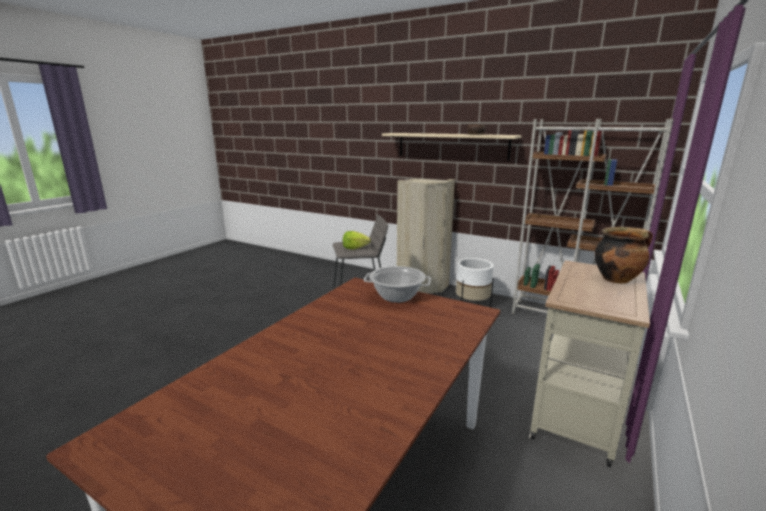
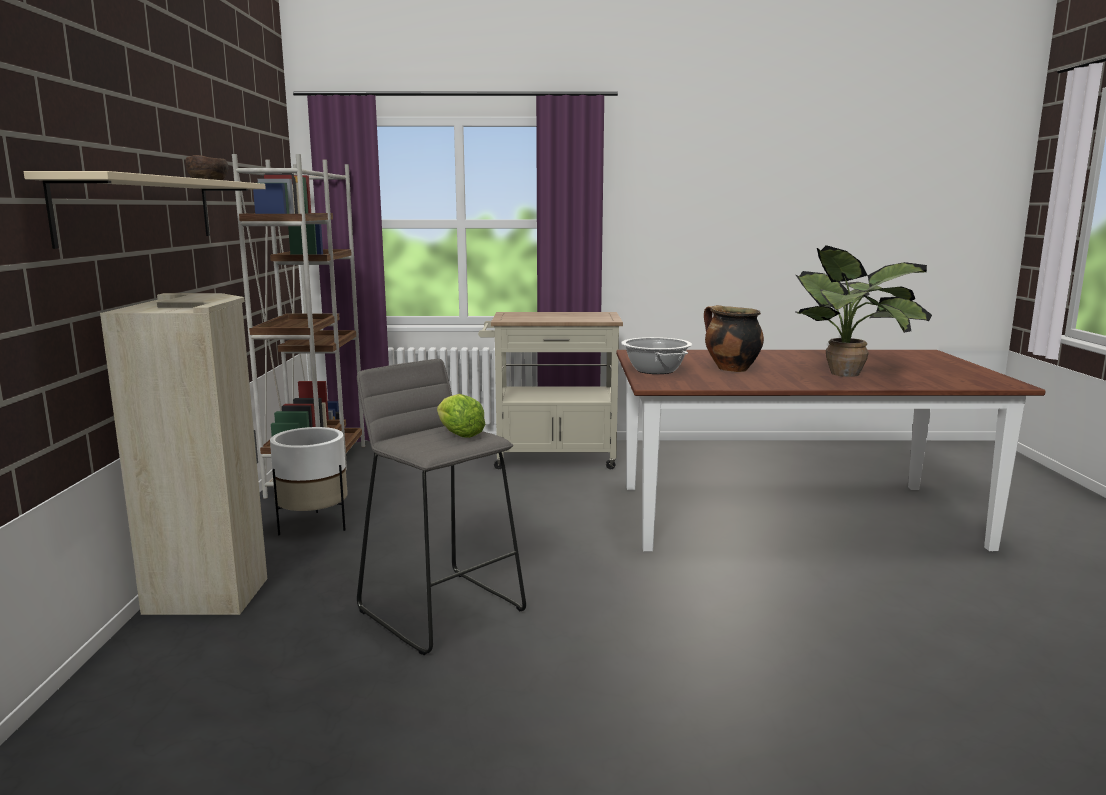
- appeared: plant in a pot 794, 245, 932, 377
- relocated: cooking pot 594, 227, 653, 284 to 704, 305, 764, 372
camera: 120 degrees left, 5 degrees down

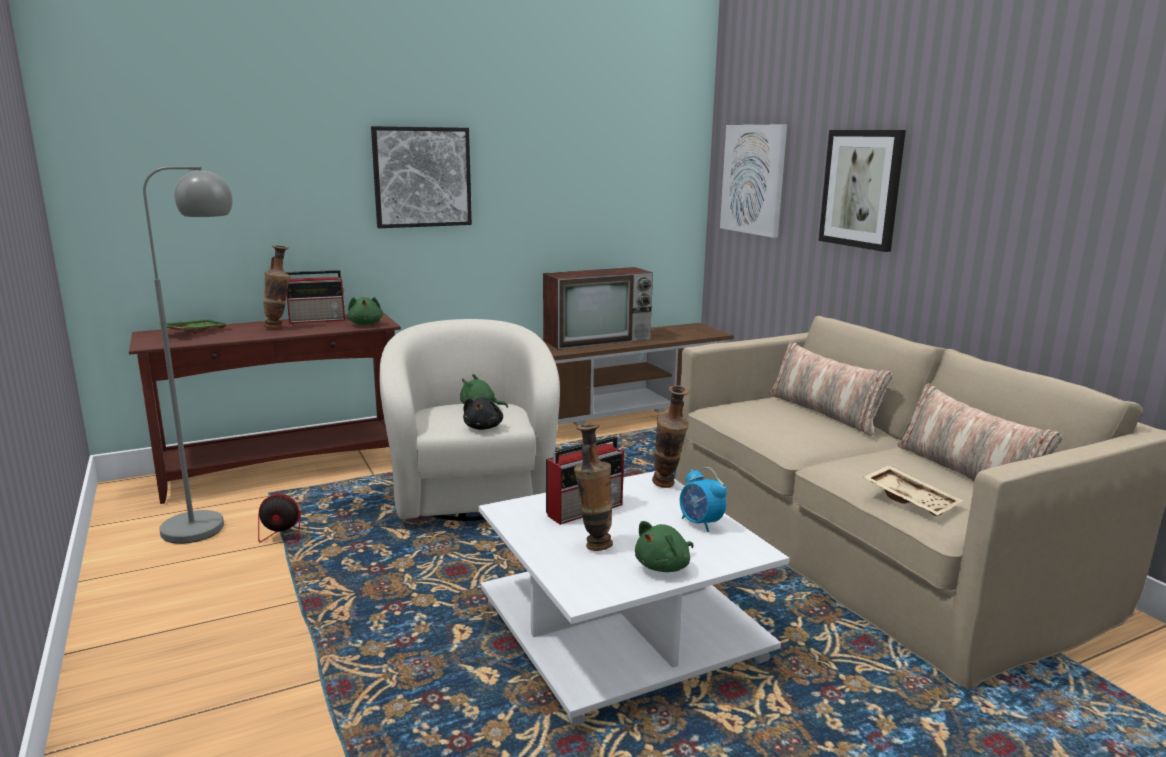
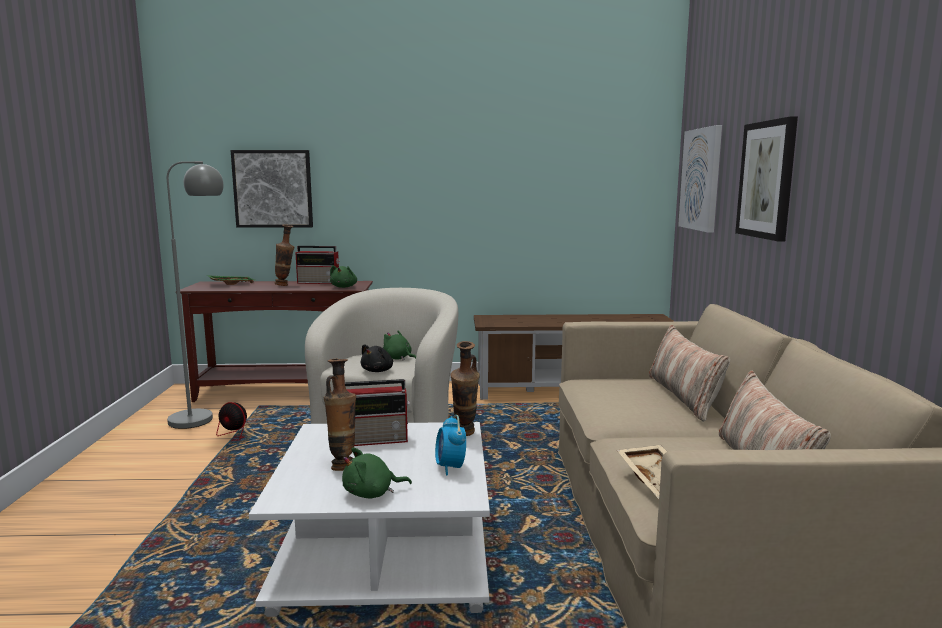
- missing: television 543, 267, 653, 349
- relocated: wall picture 371, 126, 472, 228 to 231, 150, 313, 228
camera: 25 degrees right, 5 degrees down

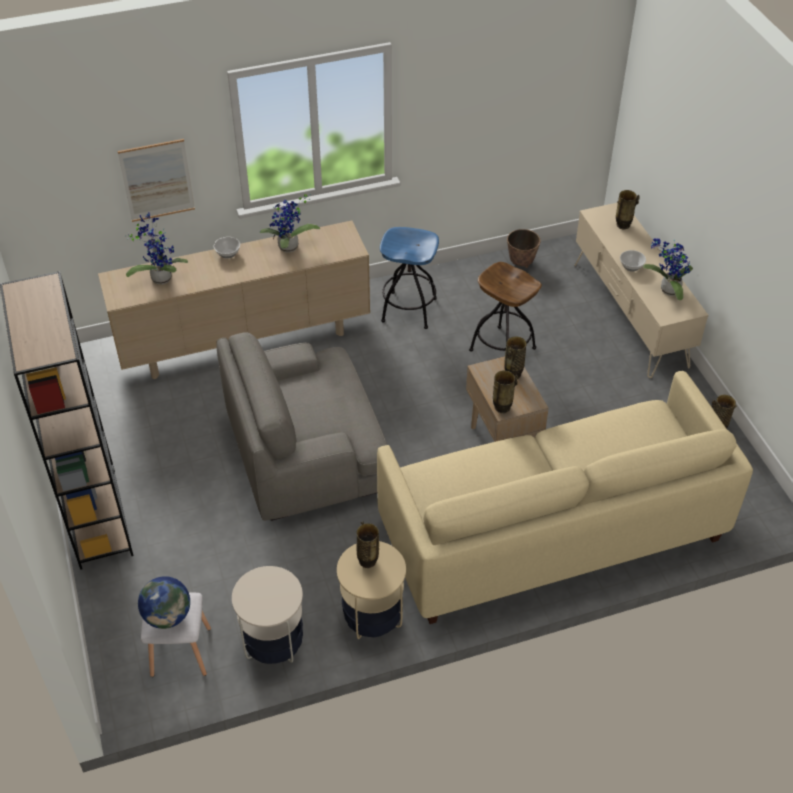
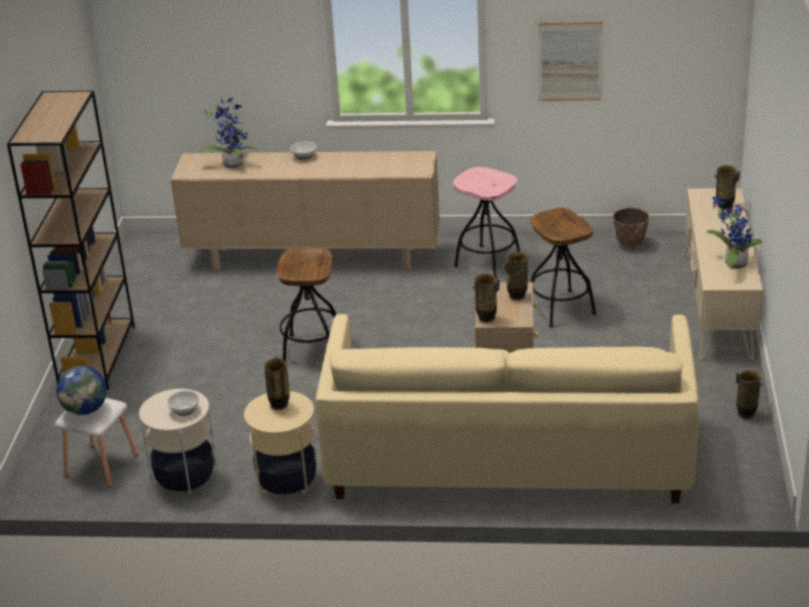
- missing: plant in a pot 259, 194, 320, 253
- relocated: wall picture 118, 139, 195, 222 to 538, 21, 603, 101
- relocated: serving bowl 620, 250, 646, 272 to 167, 391, 200, 416
- exchanged: armchair (grey) 216, 332, 387, 521 to stool (brown-coloured) 276, 248, 337, 364
- colour: stool (bluish) 380, 227, 439, 329 to stool (pink-coloured) 453, 167, 520, 279
camera: 25 degrees right, 15 degrees down

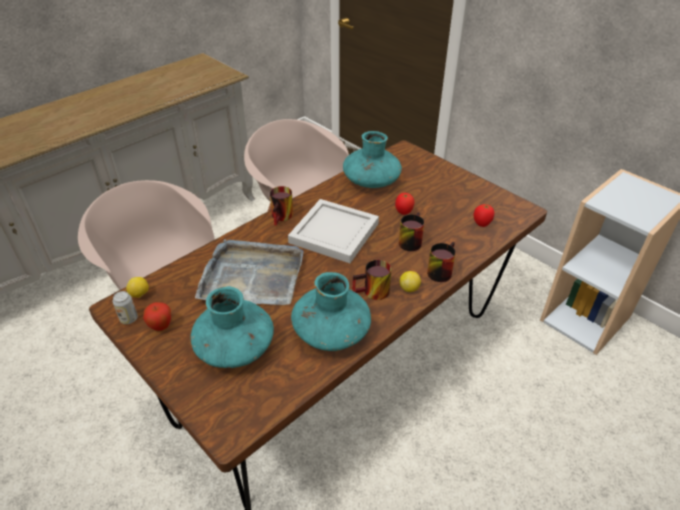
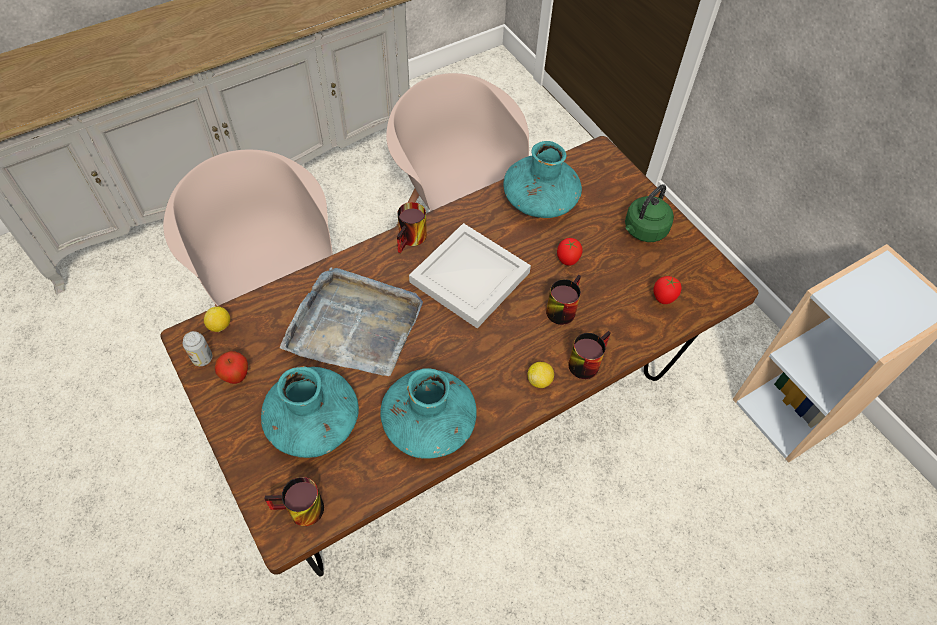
- appeared: kettle (greenish) 625, 184, 674, 242
- relocated: tea mug 352, 260, 391, 300 to 264, 477, 324, 526
camera: 10 degrees right, 15 degrees up

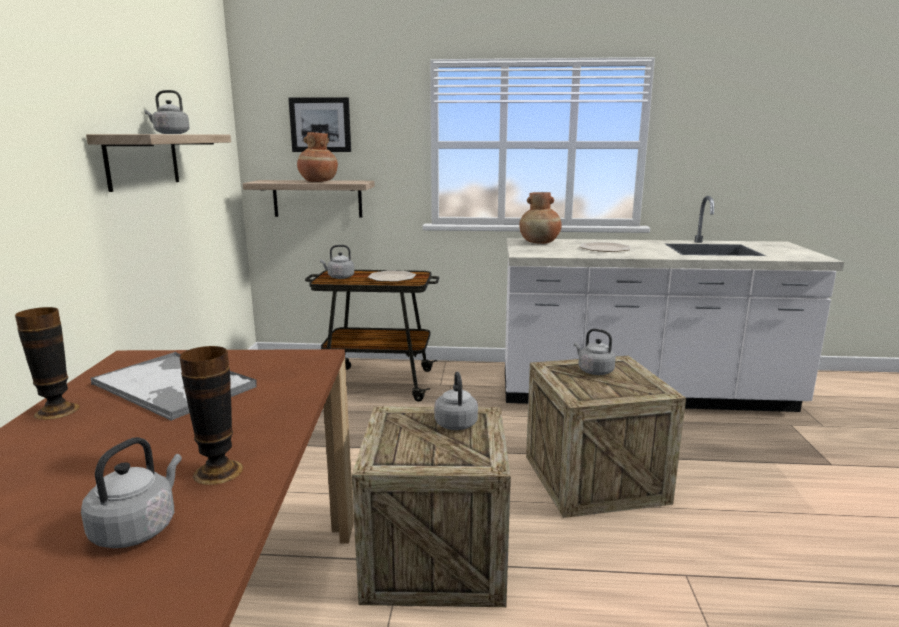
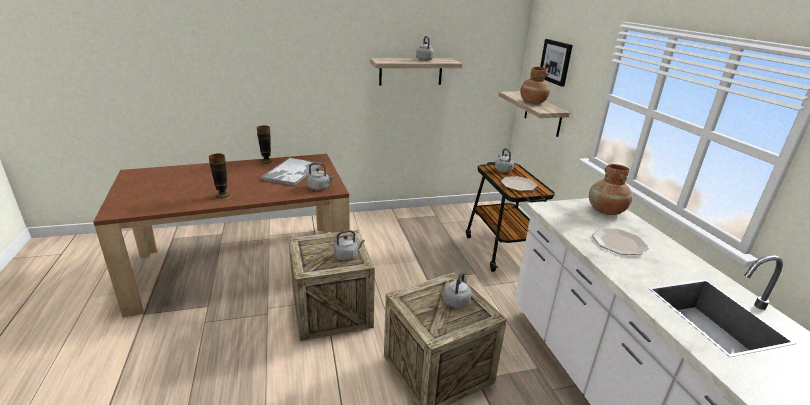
- relocated: kettle (grey) 81, 437, 182, 548 to 307, 163, 335, 190
camera: 70 degrees right, 10 degrees up

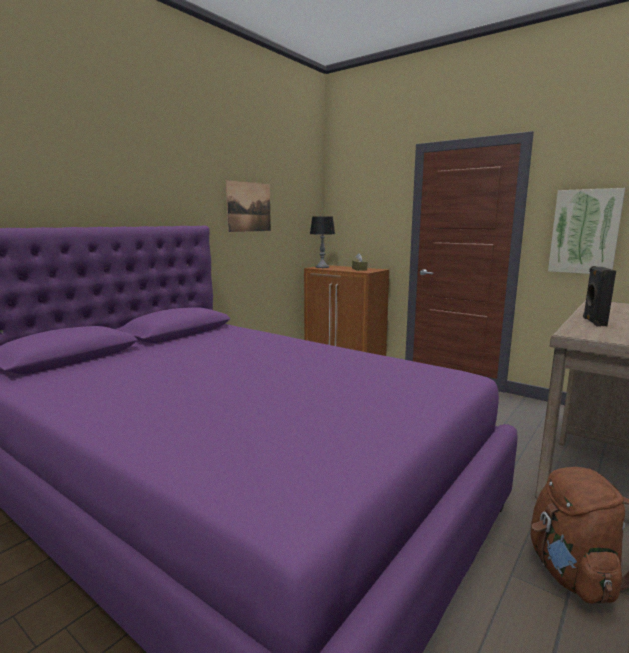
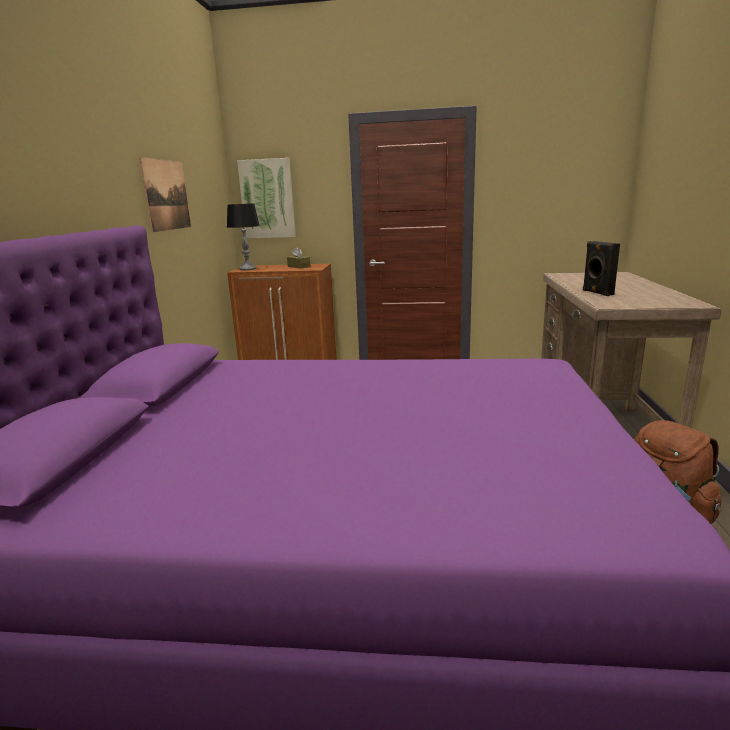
- relocated: wall picture 548, 188, 625, 274 to 237, 158, 296, 239
camera: 30 degrees left, 5 degrees up

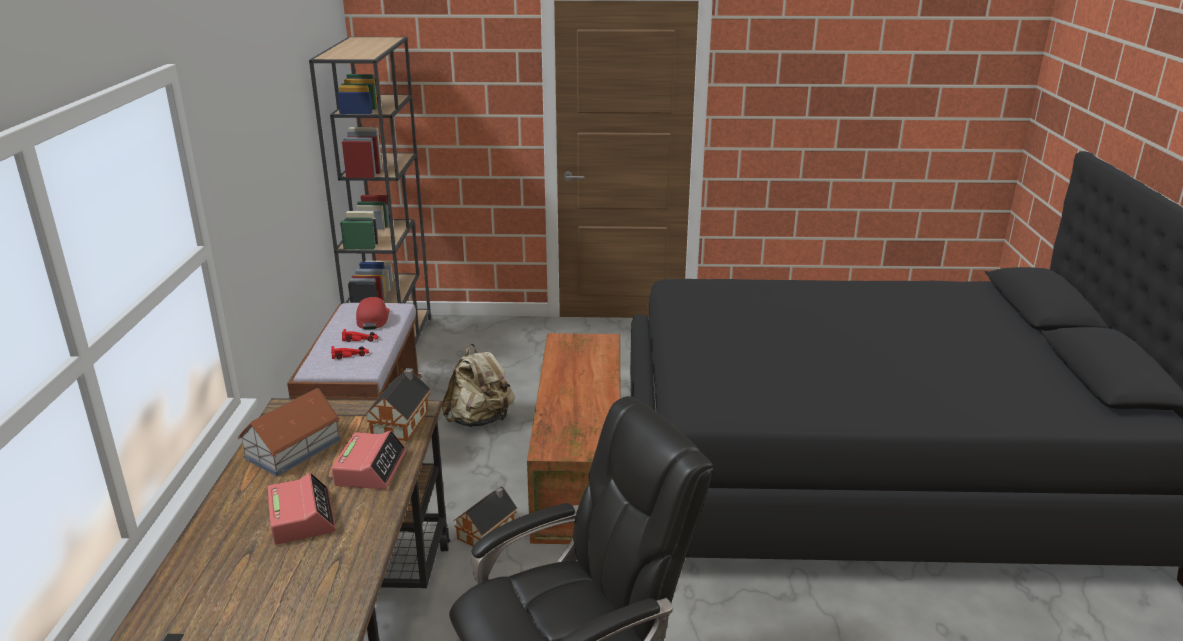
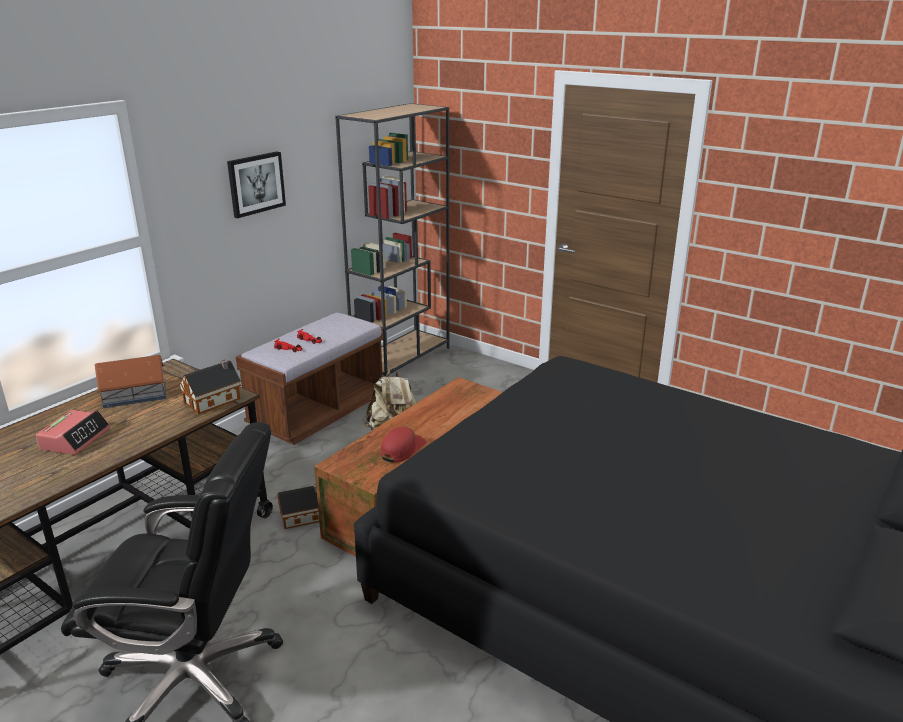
- missing: alarm clock 331, 430, 406, 489
- appeared: wall picture 227, 151, 286, 218
- relocated: baseball cap (red) 356, 297, 390, 329 to 381, 427, 426, 463
camera: 35 degrees right, 0 degrees up

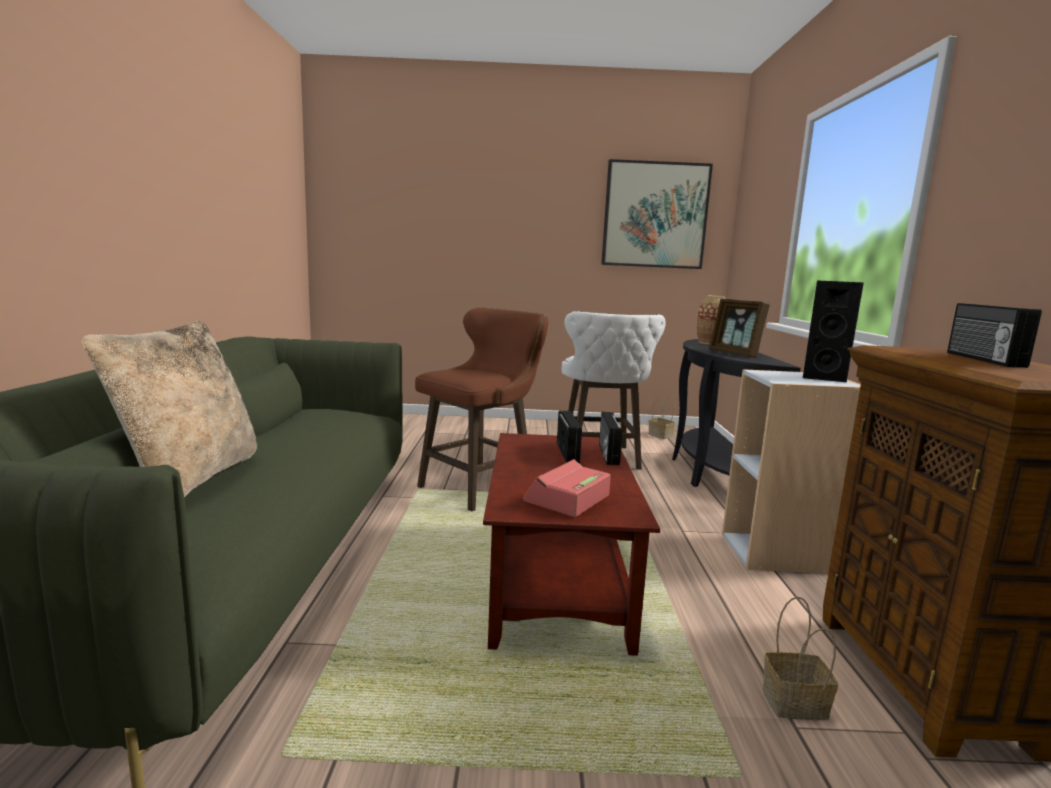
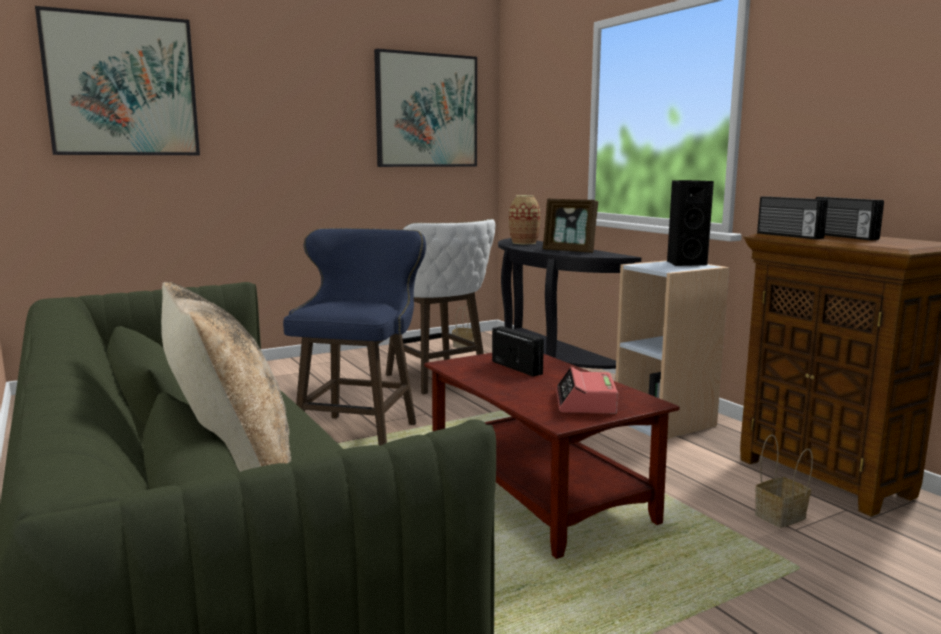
- appeared: wall picture 35, 6, 200, 155
- relocated: radio set 599, 412, 623, 465 to 757, 196, 828, 239
- colour: stool (brown-coloured) 415, 307, 548, 512 to stool (bluish) 283, 228, 426, 445
camera: 30 degrees left, 0 degrees up

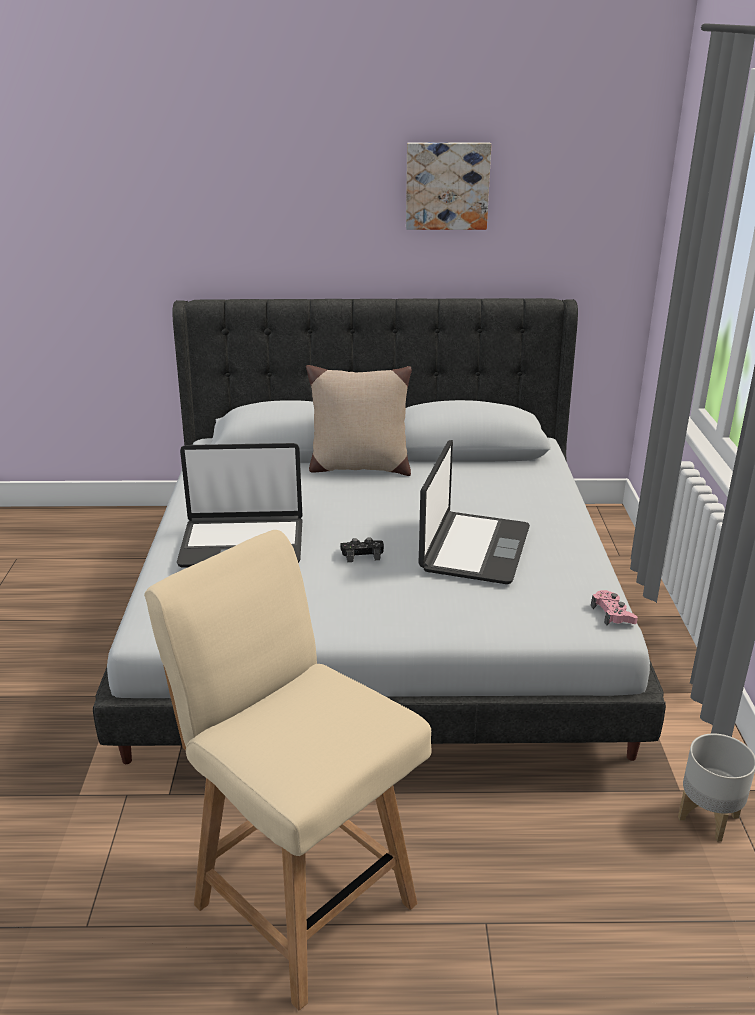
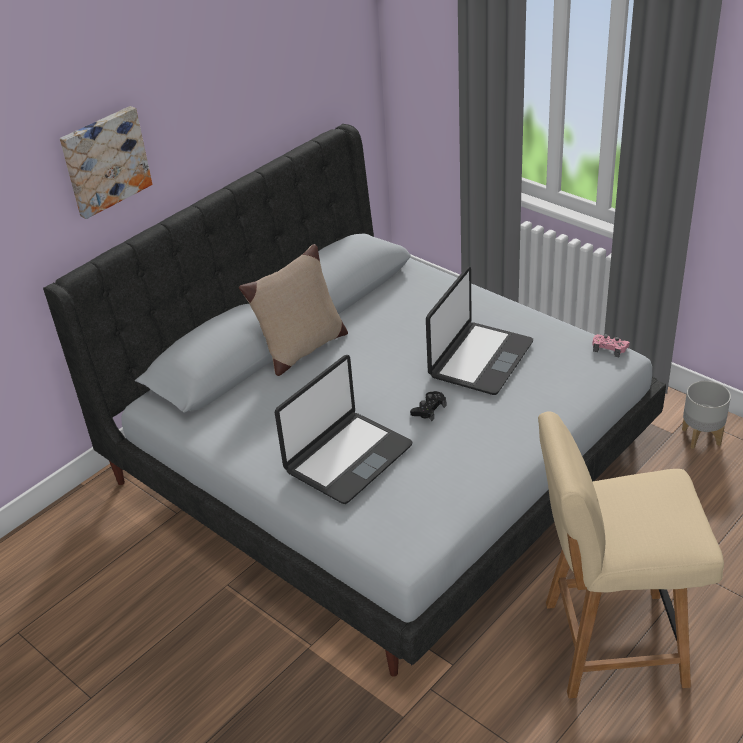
- relocated: wall picture 406, 142, 491, 230 to 60, 106, 152, 219
- spun: laptop 418, 440, 530, 584 = 426, 267, 533, 395 60 degrees clockwise
camera: 45 degrees left, 10 degrees up

